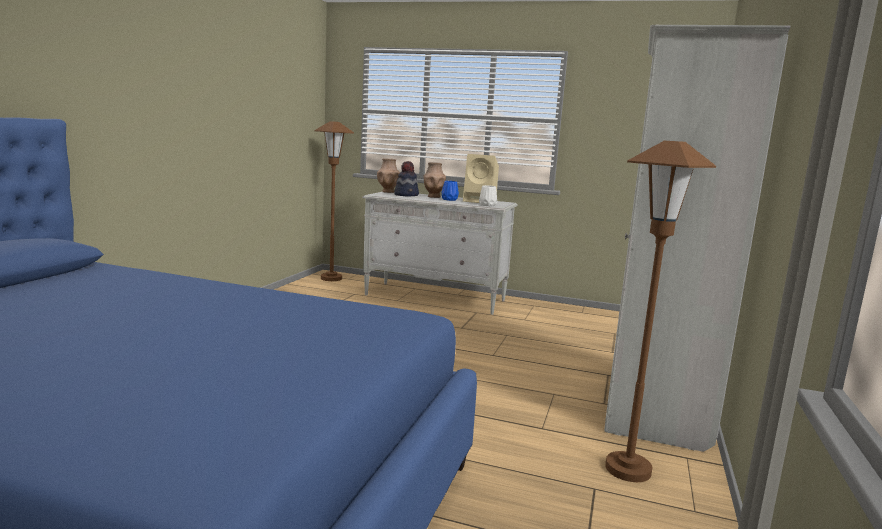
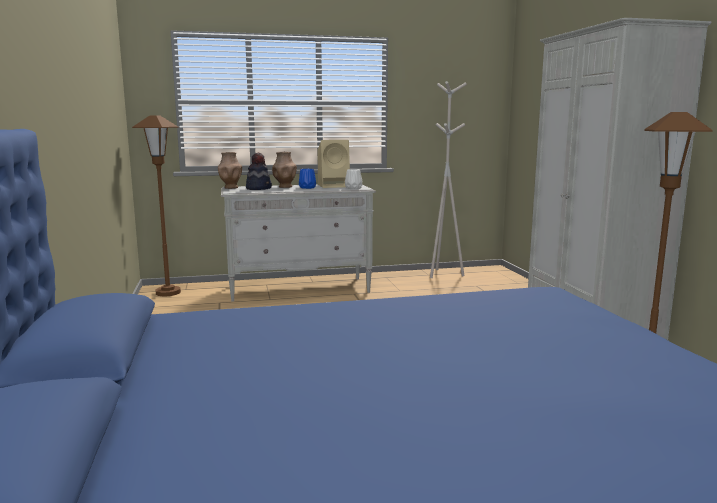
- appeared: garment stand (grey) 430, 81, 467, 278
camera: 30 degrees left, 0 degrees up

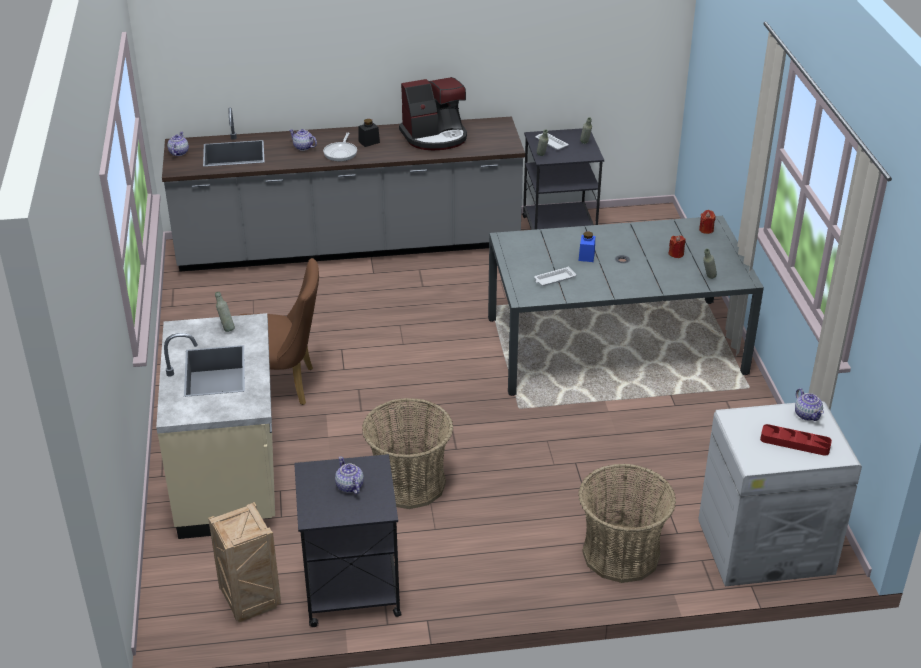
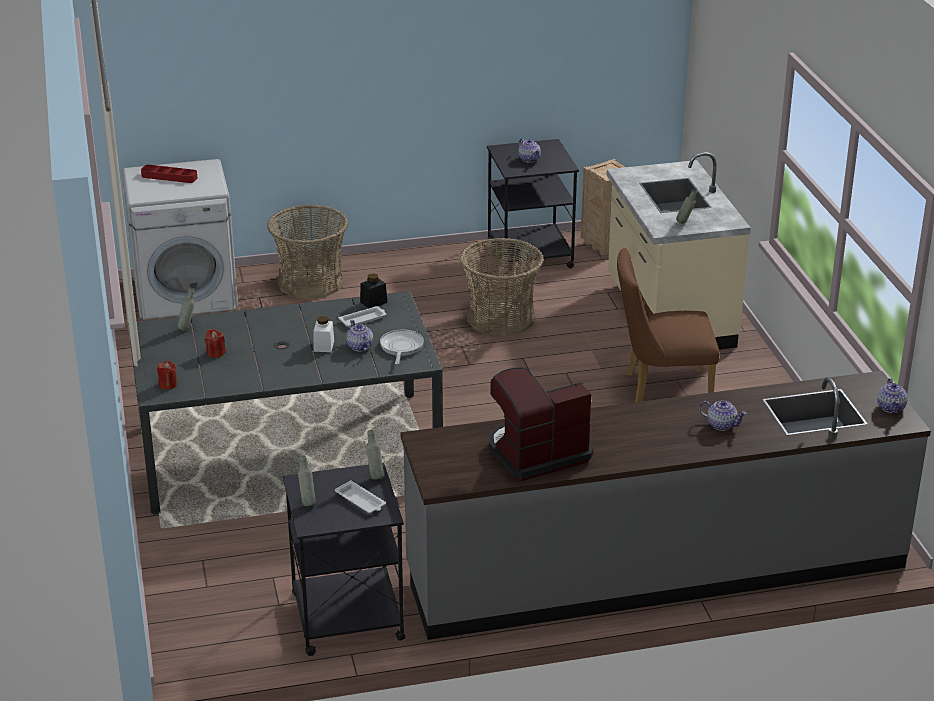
- relocated: frying pan 323, 133, 357, 161 to 380, 330, 424, 365
- relocated: jar (blackish) 359, 119, 380, 147 to 360, 273, 387, 308
- relocated: teapot 795, 388, 824, 421 to 346, 320, 373, 352
- colour: jar (bluish) 579, 231, 595, 262 to jar (whitish) 313, 316, 334, 352
camera: 175 degrees right, 5 degrees down

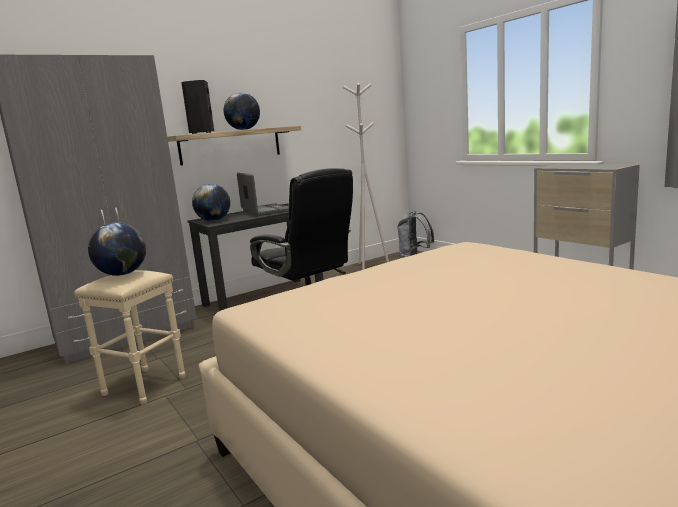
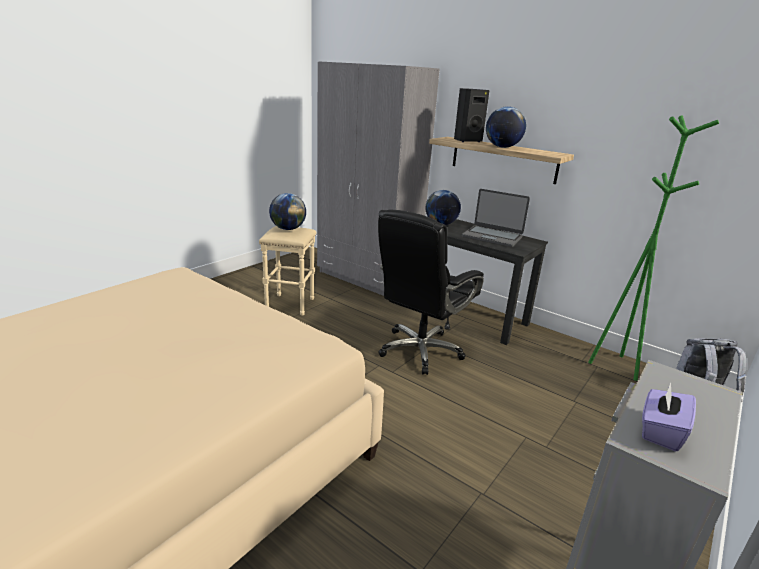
- appeared: tissue box (purple-coloured) 642, 382, 696, 451
- colour: garment stand (grey) 343, 82, 389, 270 to garment stand (greenish) 588, 115, 719, 381
- spun: laptop 237, 173, 289, 216 = 462, 189, 530, 247 75 degrees clockwise
camera: 70 degrees right, 10 degrees up

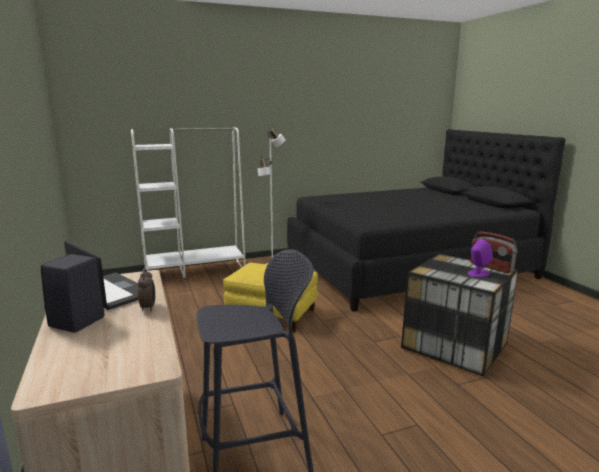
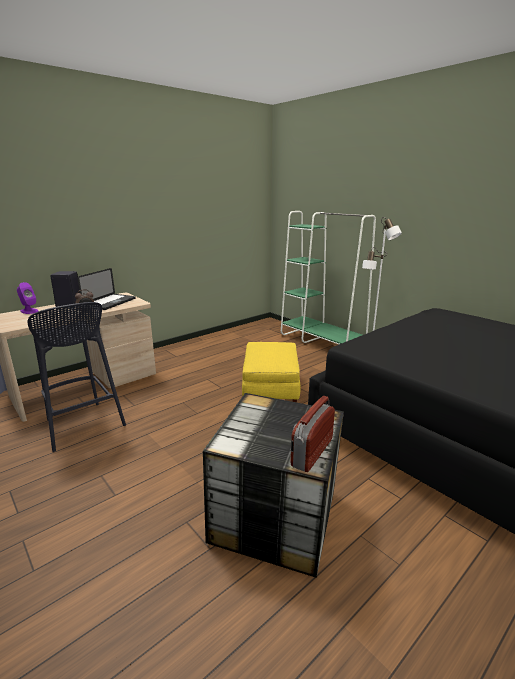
- relocated: audio speaker (purple-coloured) 468, 239, 493, 277 to 17, 282, 38, 314
- colour: garment stand (whitish) 131, 127, 246, 278 to garment stand (greenish) 281, 211, 376, 344
camera: 70 degrees right, 5 degrees up

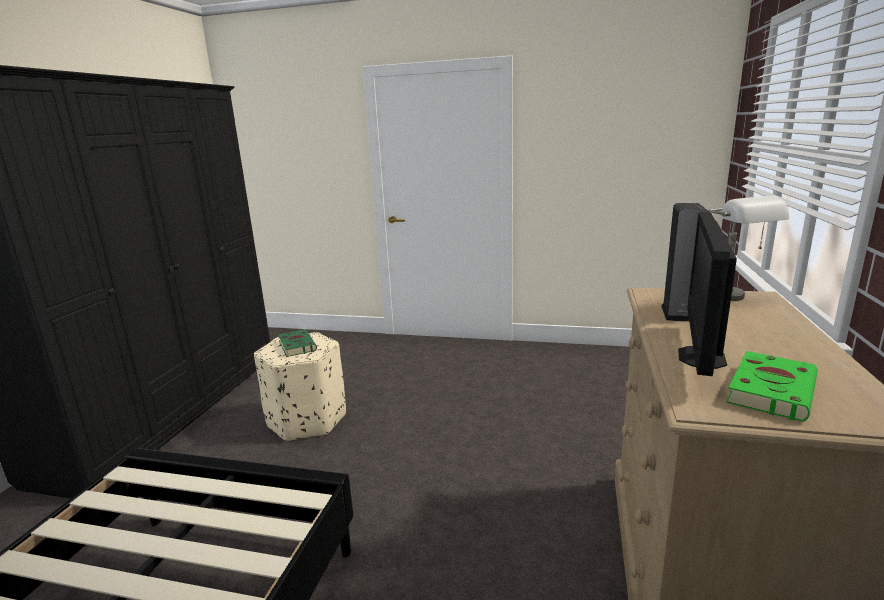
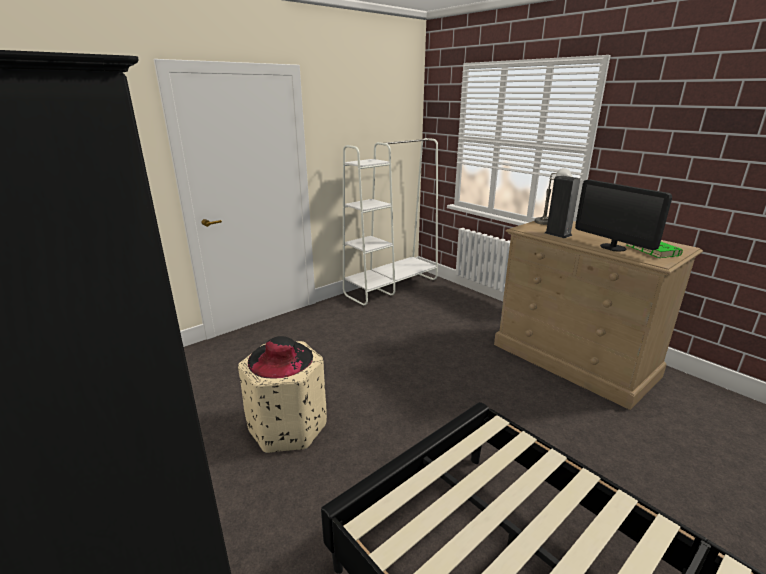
- appeared: garment stand (whitish) 343, 138, 438, 305
- exchanged: bound book (greenish) 278, 329, 317, 357 to hat (blackish) 248, 336, 313, 379
camera: 55 degrees left, 5 degrees up

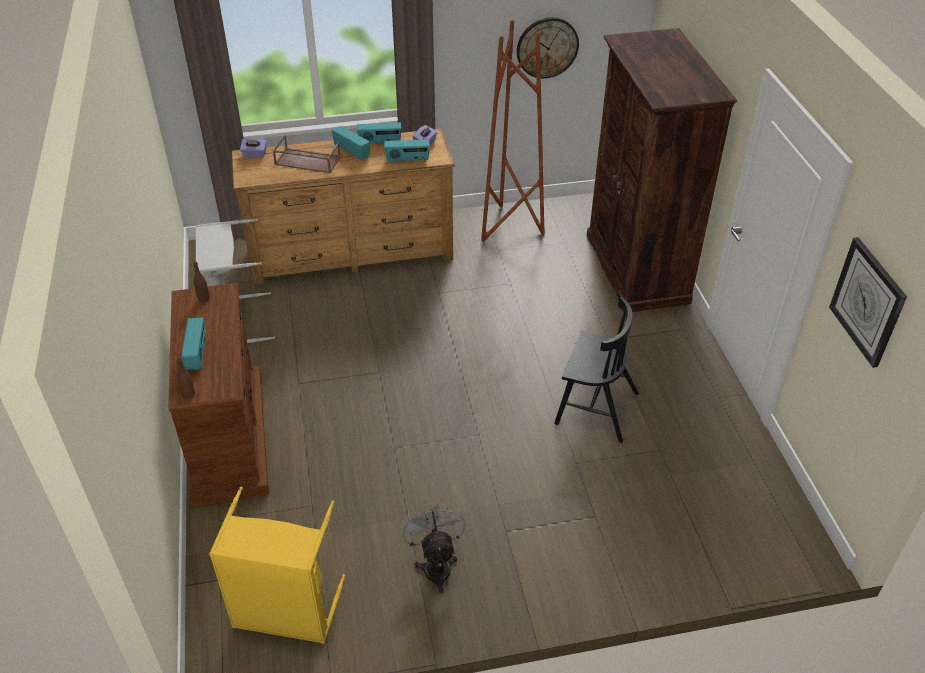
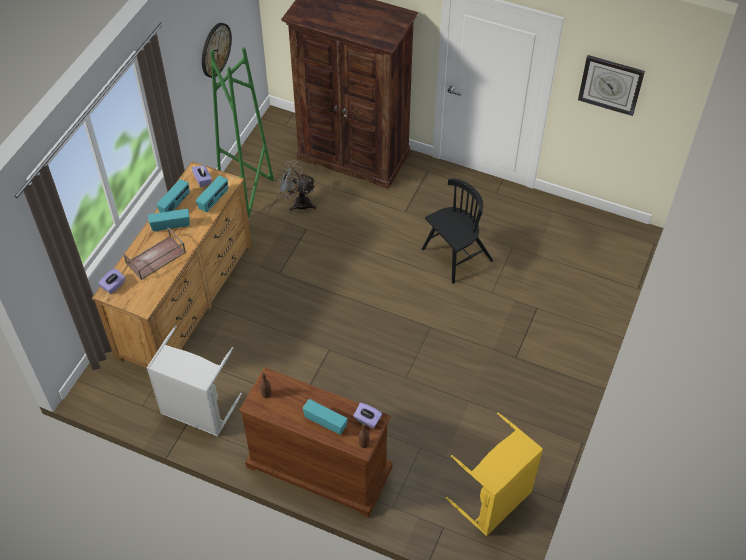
- appeared: tissue box (purple-coloured) 353, 403, 382, 428
- relocated: electric fan (grey) 402, 499, 466, 594 to 276, 160, 316, 211
- colour: garment stand (brown-coloured) 481, 20, 545, 242 to garment stand (greenish) 210, 47, 274, 218
camera: 55 degrees left, 10 degrees up

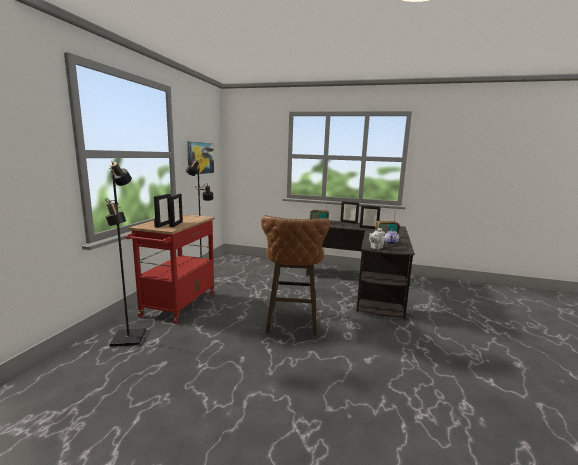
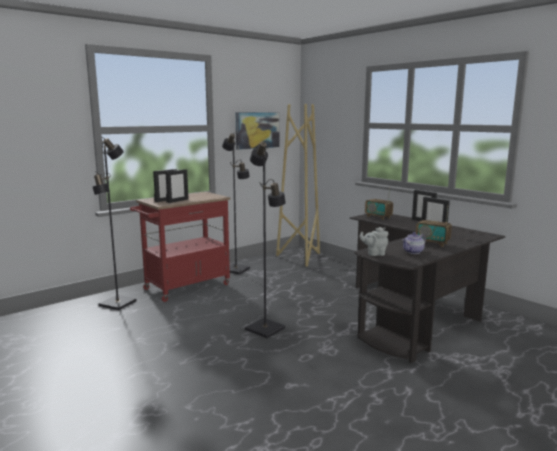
- appeared: garment stand (yellowish) 276, 104, 320, 267
- exchanged: stool (brown-coloured) 261, 215, 330, 336 to standard lamp (blackish) 245, 140, 286, 338
camera: 35 degrees right, 0 degrees up

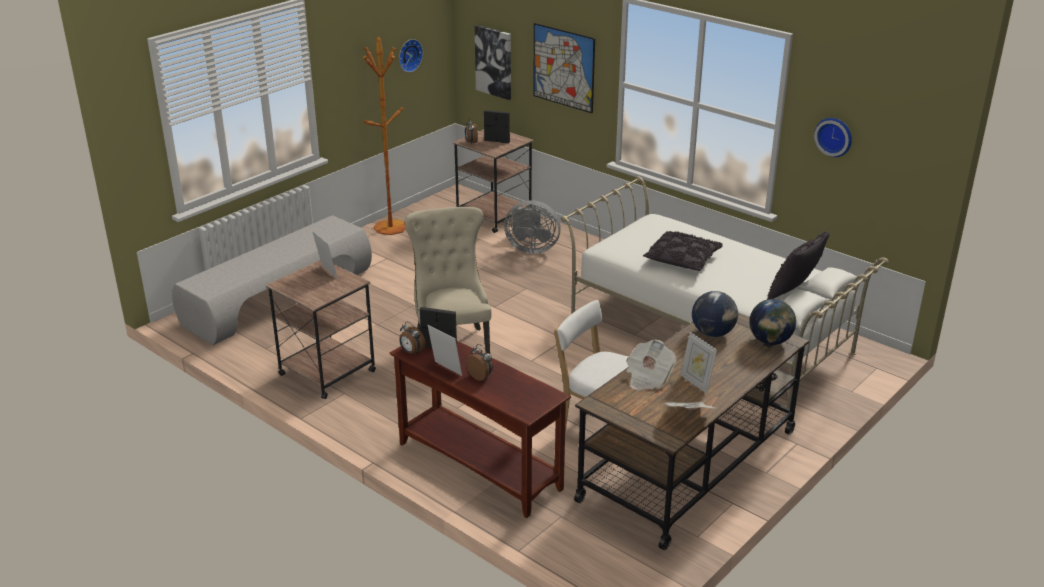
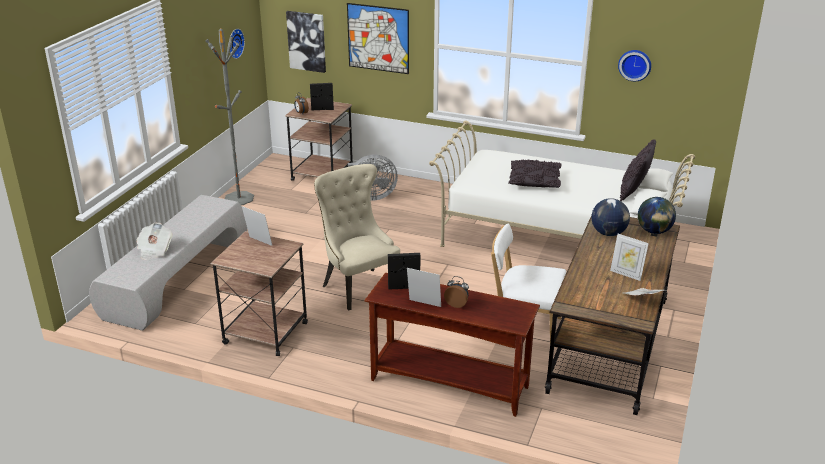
- missing: alarm clock 399, 322, 426, 354
- relocated: printed paper 627, 340, 677, 390 to 136, 223, 172, 260
- colour: garment stand (orange) 363, 37, 406, 235 to garment stand (grey) 205, 28, 254, 205
camera: 20 degrees left, 0 degrees up

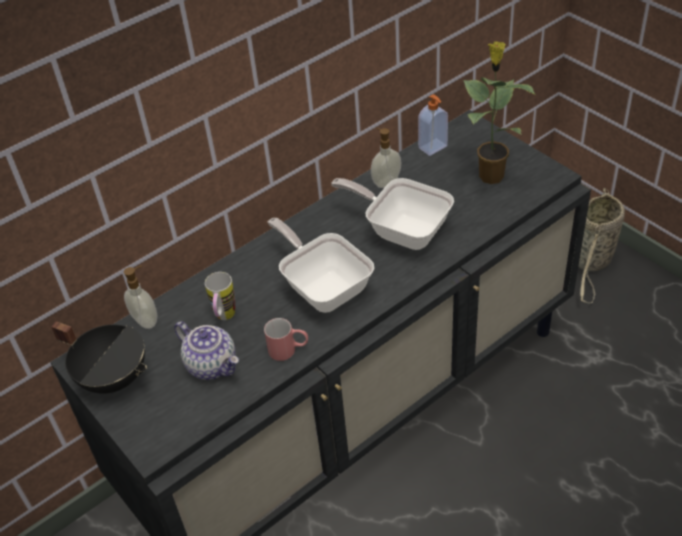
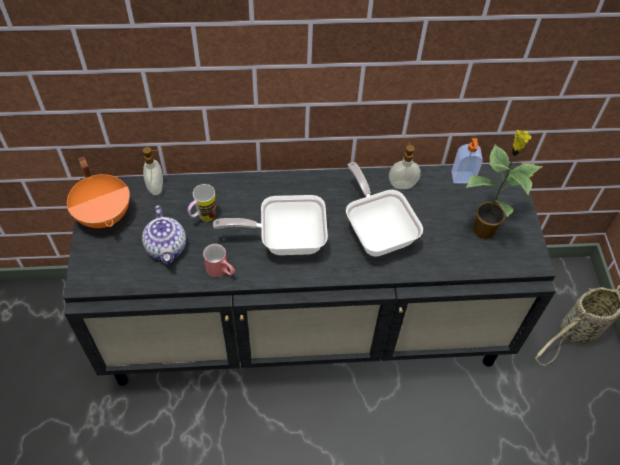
- colour: cooking pot (blackish) 51, 321, 147, 394 to cooking pot (orange) 67, 156, 130, 228
- spun: frying pan 268, 218, 374, 313 = 213, 195, 328, 255 90 degrees counterclockwise
camera: 30 degrees right, 10 degrees up

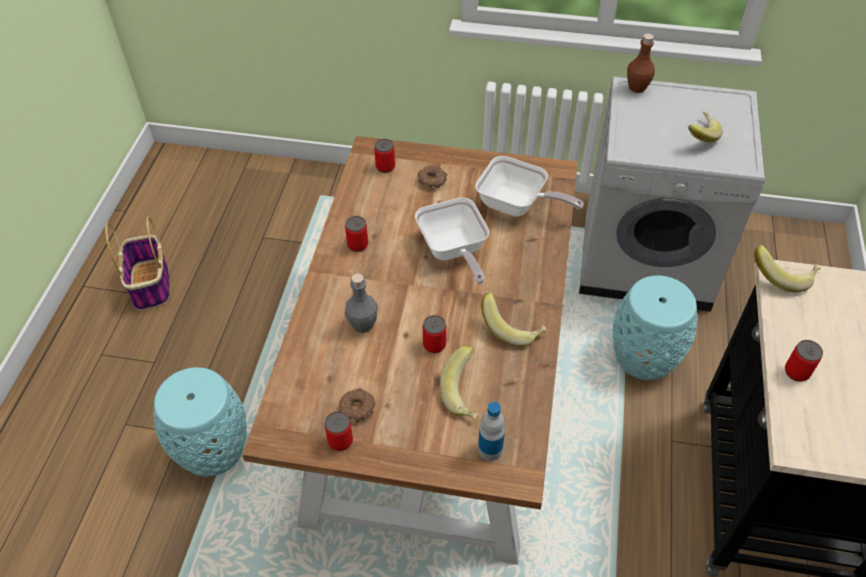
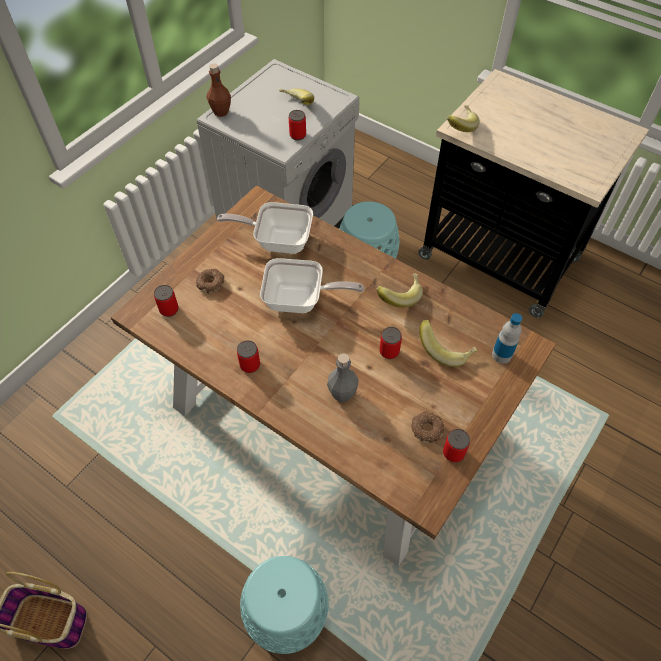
- relocated: can 785, 340, 823, 382 to 289, 110, 306, 140
- spun: frying pan 475, 156, 584, 217 = 217, 202, 313, 254 135 degrees counterclockwise
camera: 65 degrees left, 5 degrees up

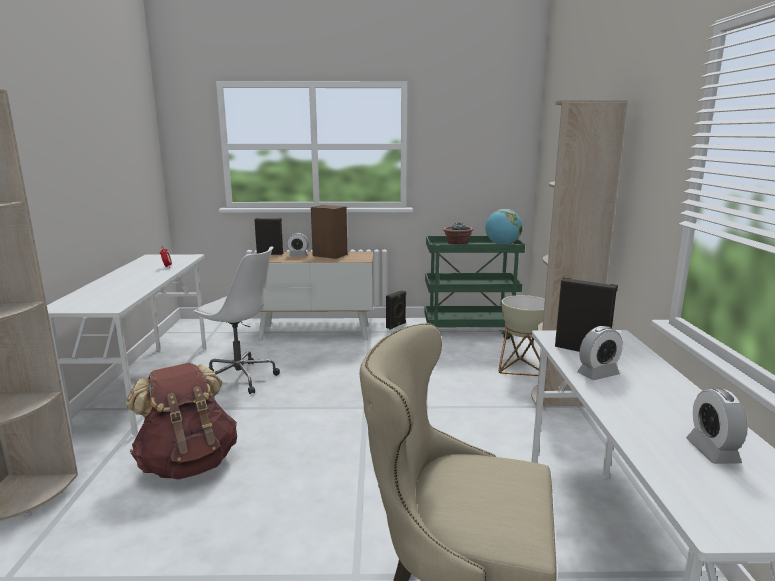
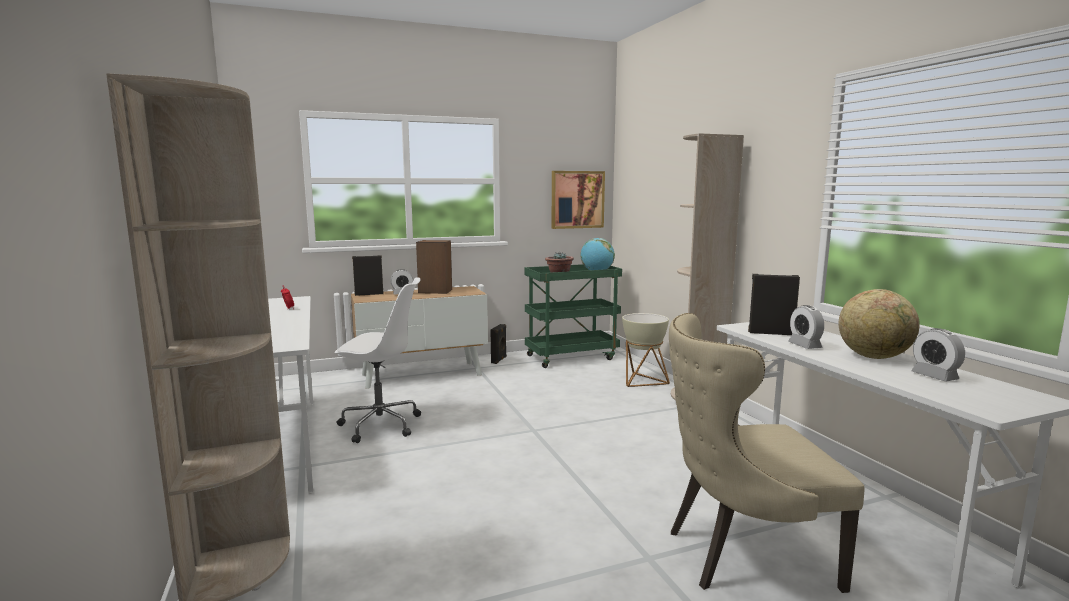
- missing: knapsack (brown-coloured) 126, 363, 237, 480
- appeared: wall picture 552, 171, 605, 229
- appeared: globe 839, 289, 920, 359
- spun: alarm clock 577, 326, 623, 380 = 788, 305, 824, 349 120 degrees clockwise
camera: 20 degrees left, 5 degrees down

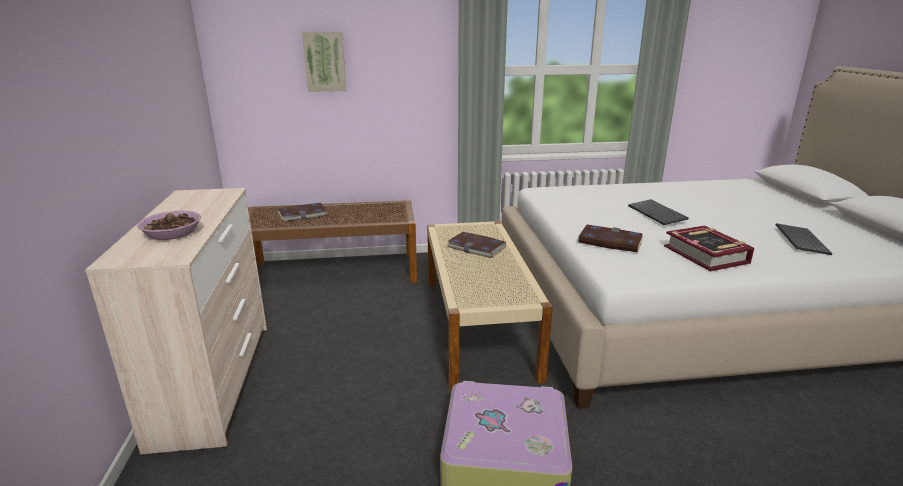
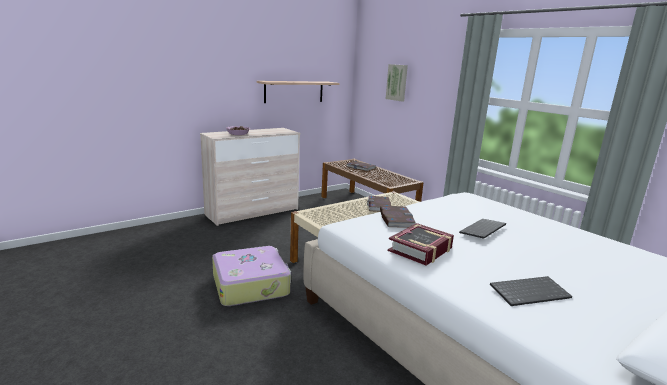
- appeared: shelf 257, 81, 340, 103
camera: 60 degrees right, 5 degrees down

